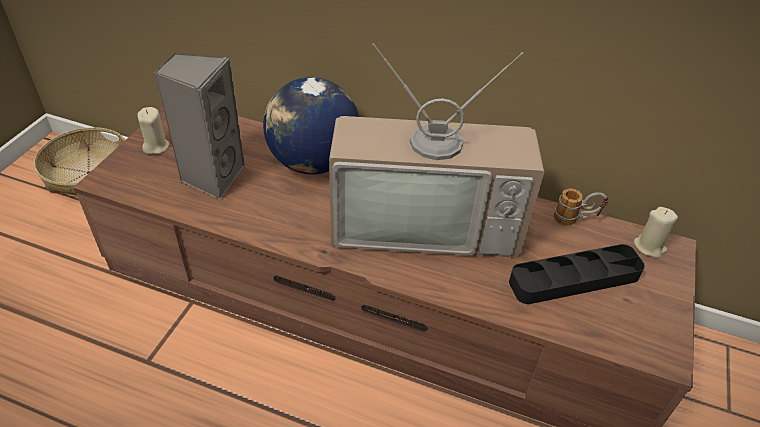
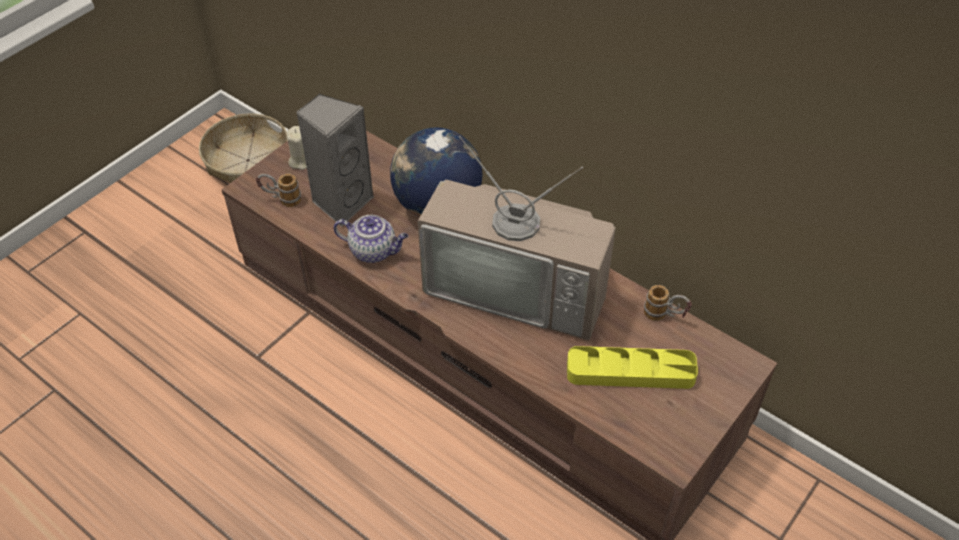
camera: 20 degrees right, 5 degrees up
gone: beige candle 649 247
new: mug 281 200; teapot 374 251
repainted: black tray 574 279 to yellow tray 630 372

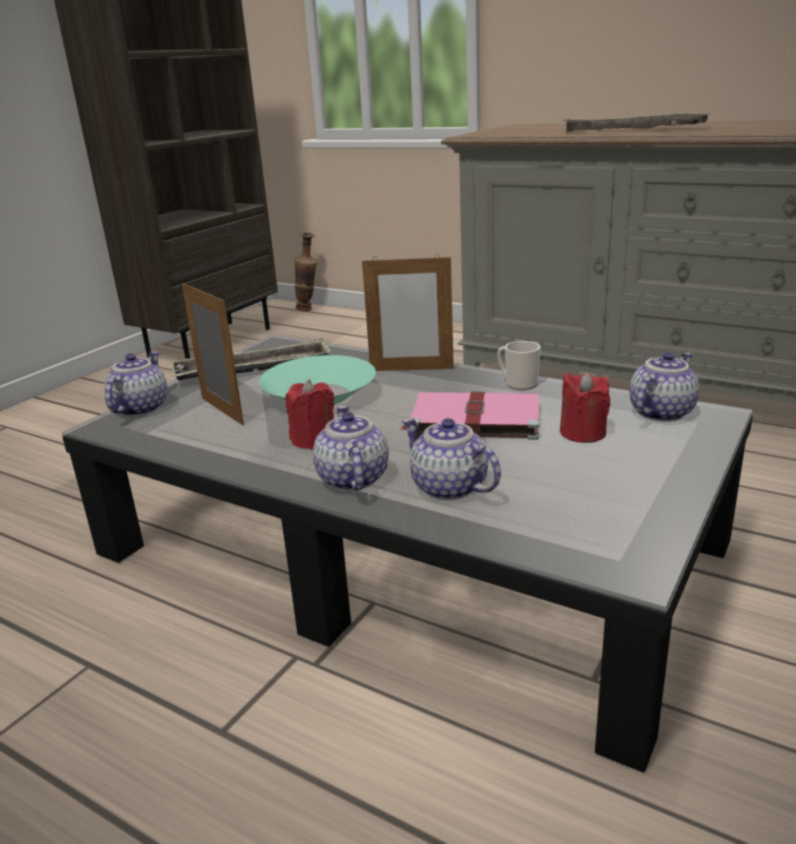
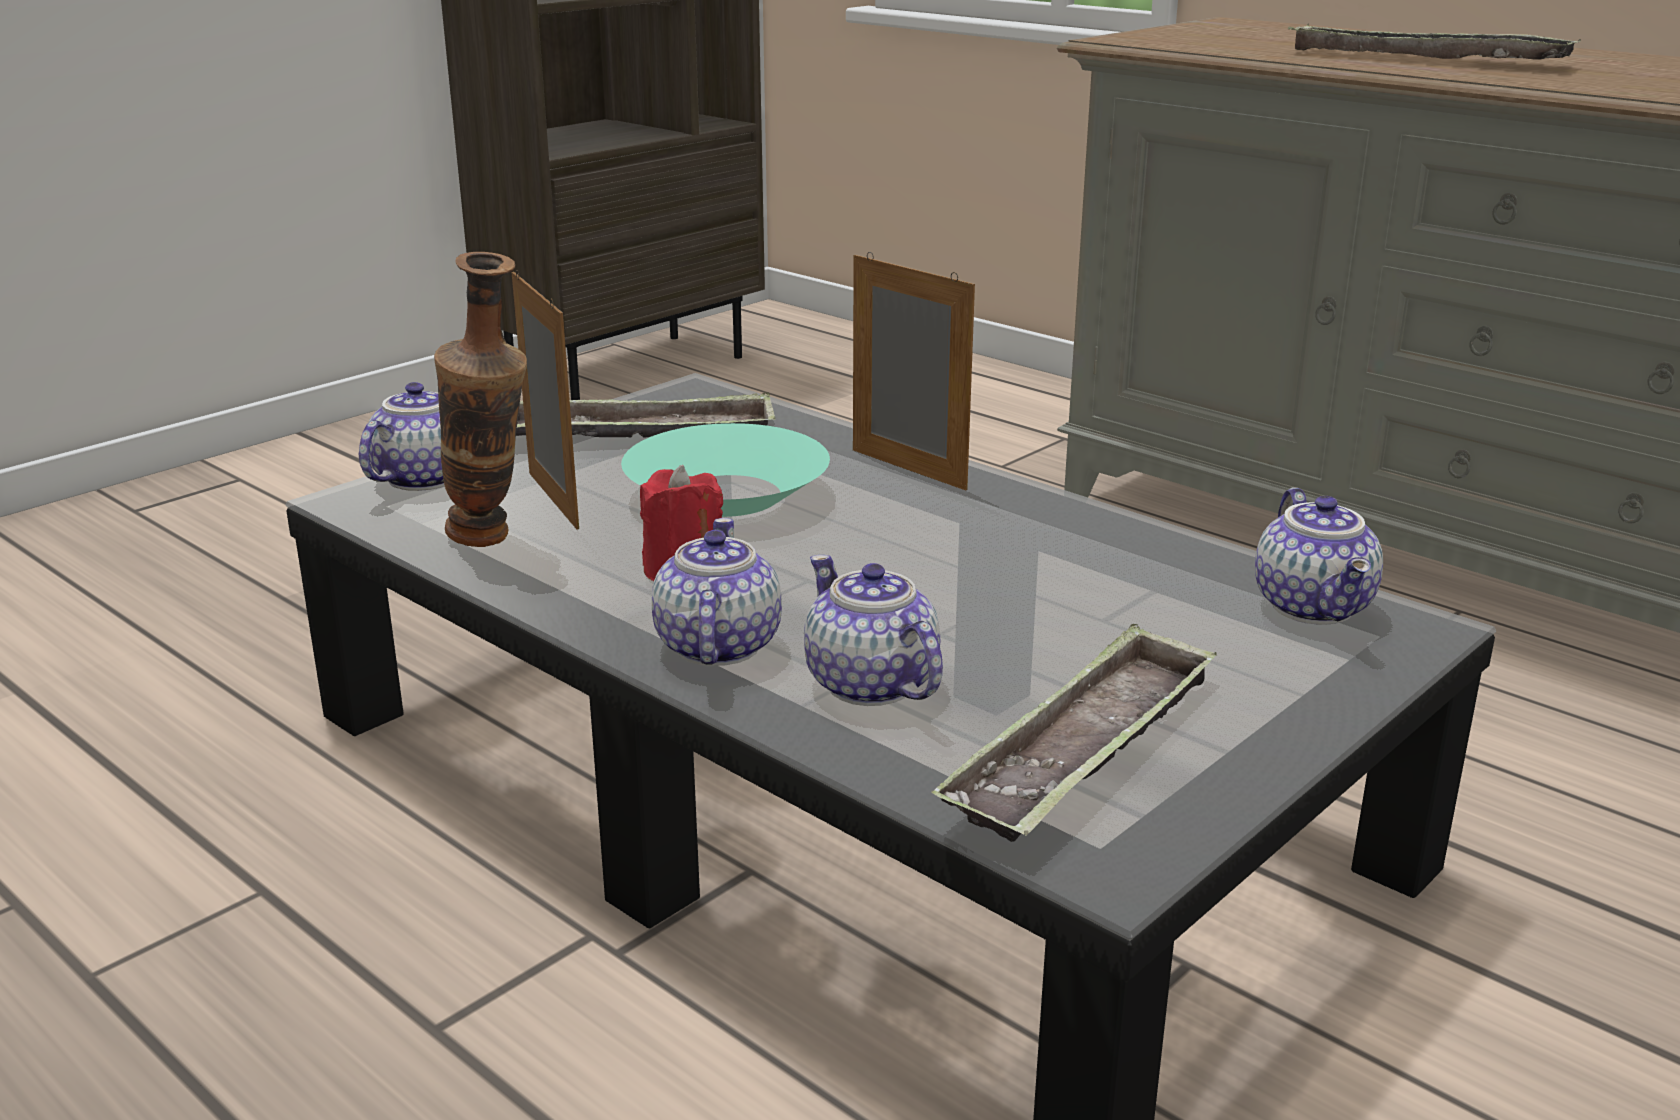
camera: 10 degrees right, 0 degrees up
gone: pink book 472 420; mug 518 383; red candle 582 433
new: tray 1084 749
shifted: vase 309 310 to 493 542
rotated: picture frame 411 369 = 908 469 150 degrees counterclockwise; teapot 660 412 = 1316 607 120 degrees clockwise

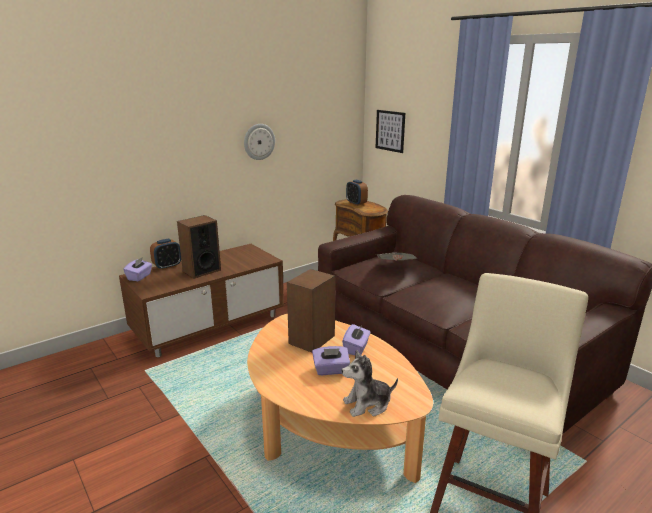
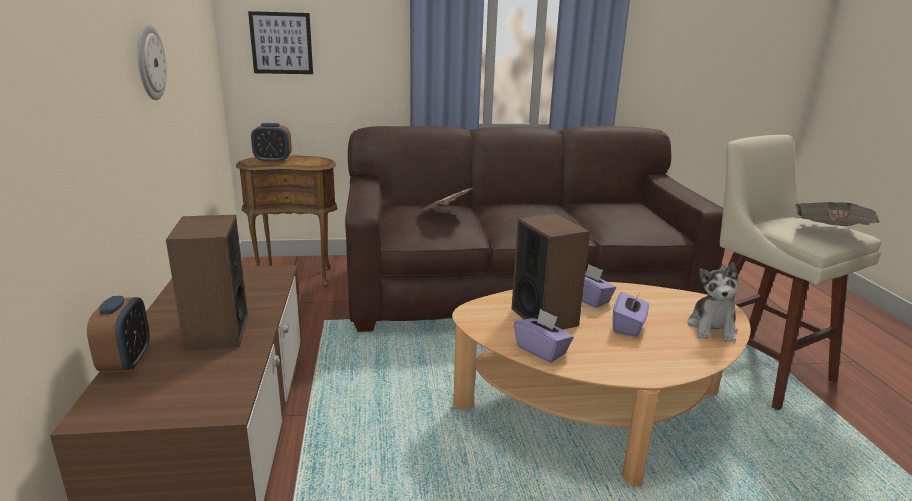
camera: 60 degrees left, 0 degrees up
new: newspaper 830 234
shifted: purple tissue box 139 277 to 541 350

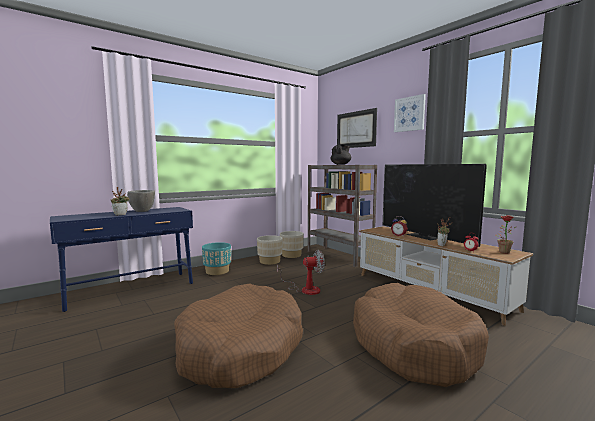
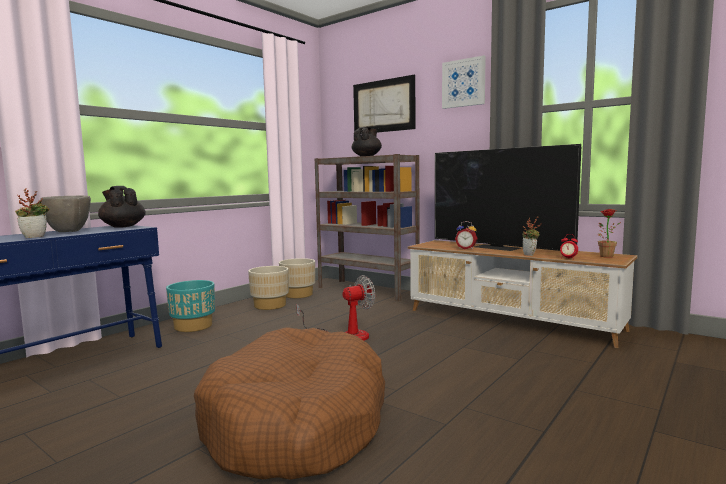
camera: 15 degrees left, 0 degrees up
gone: brown dog bed 412 345
new: black teapot 123 226

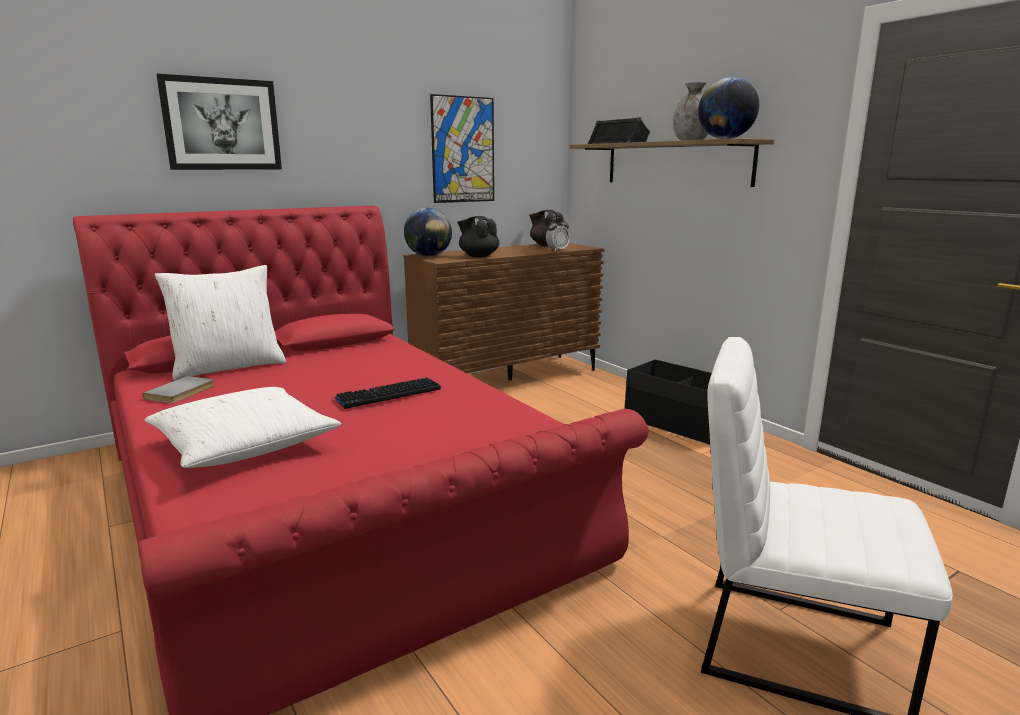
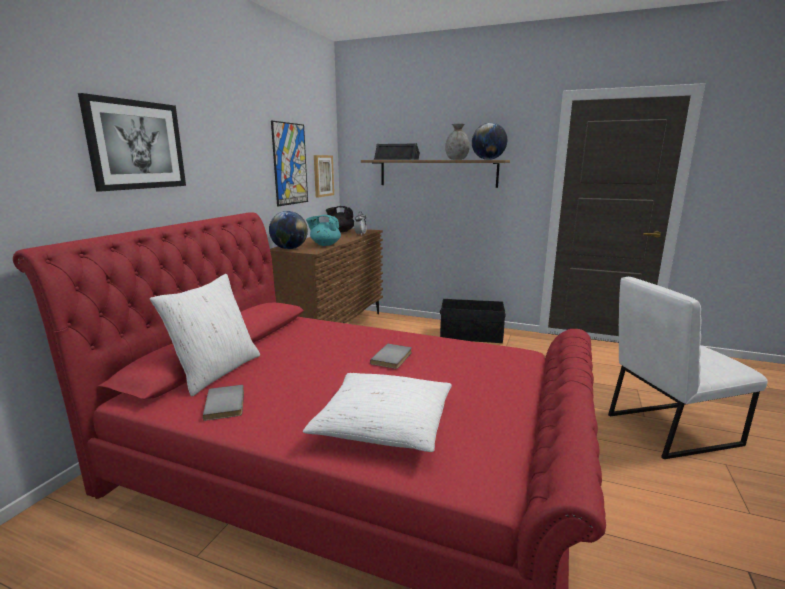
camera: 35 degrees left, 0 degrees up
new: picture 323 176
swapped: keyboard 387 394 to grey book 393 358
repainted: black teapot 478 256 to turquoise teapot 325 244

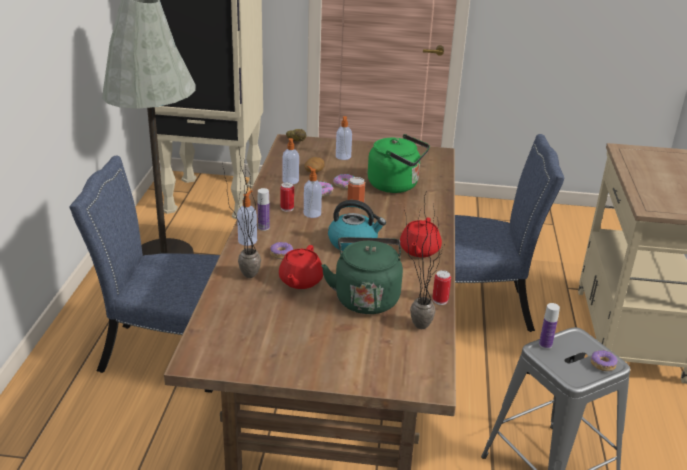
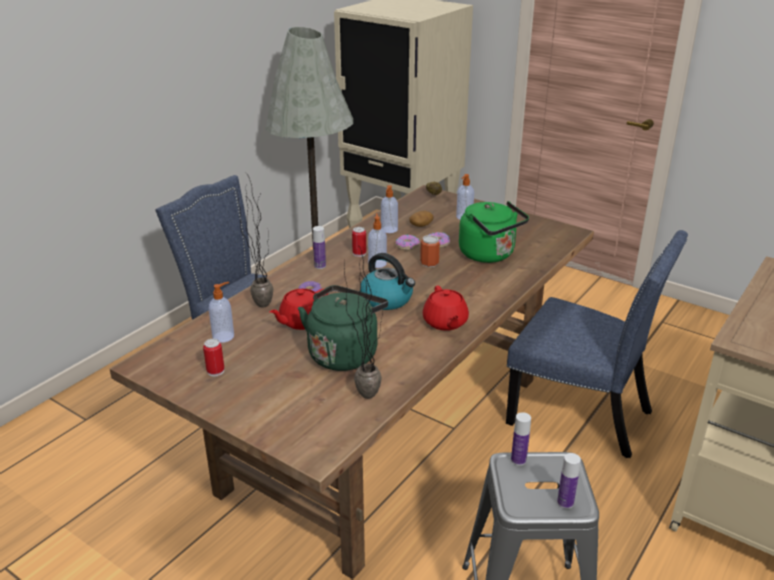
camera: 30 degrees right, 0 degrees up
shifted: soap dispenser 248 240 to 224 336; can 440 300 to 215 371
swapped: donut 602 364 to bottle 565 502
rotated: red teapot 419 250 = 445 323 60 degrees counterclockwise

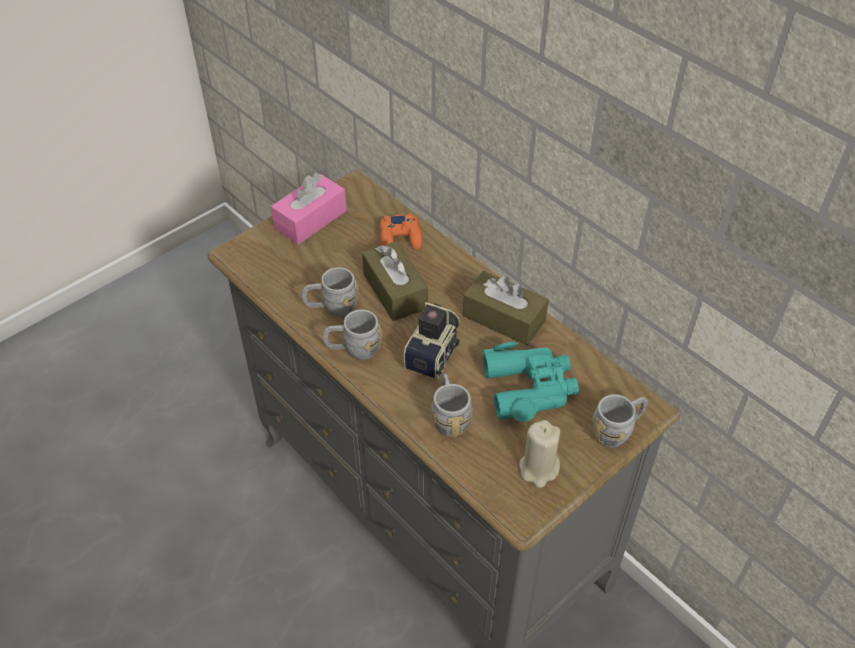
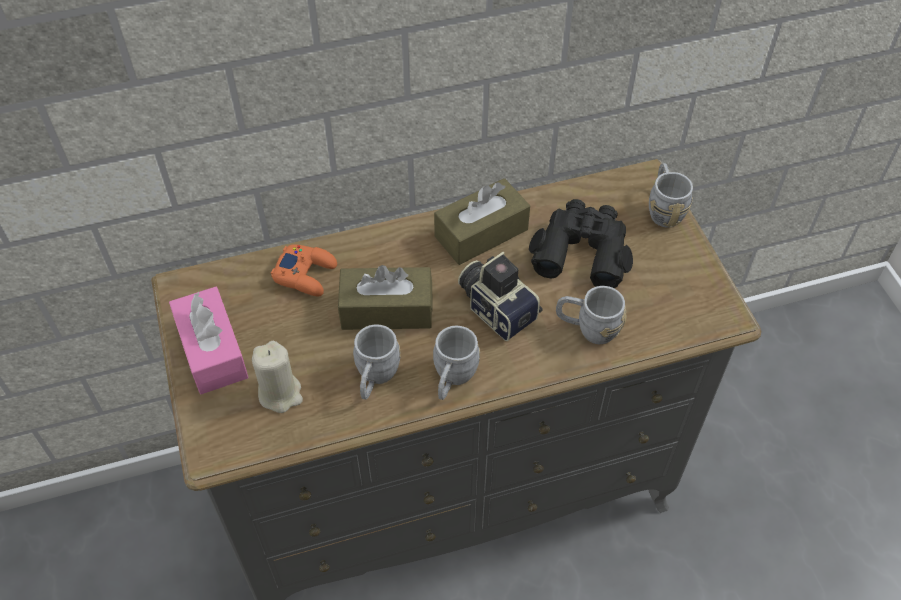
camera: 65 degrees left, 5 degrees up
shifted: beige candle 538 469 to 280 393
repainted: turquoise binoculars 529 388 to black binoculars 582 250

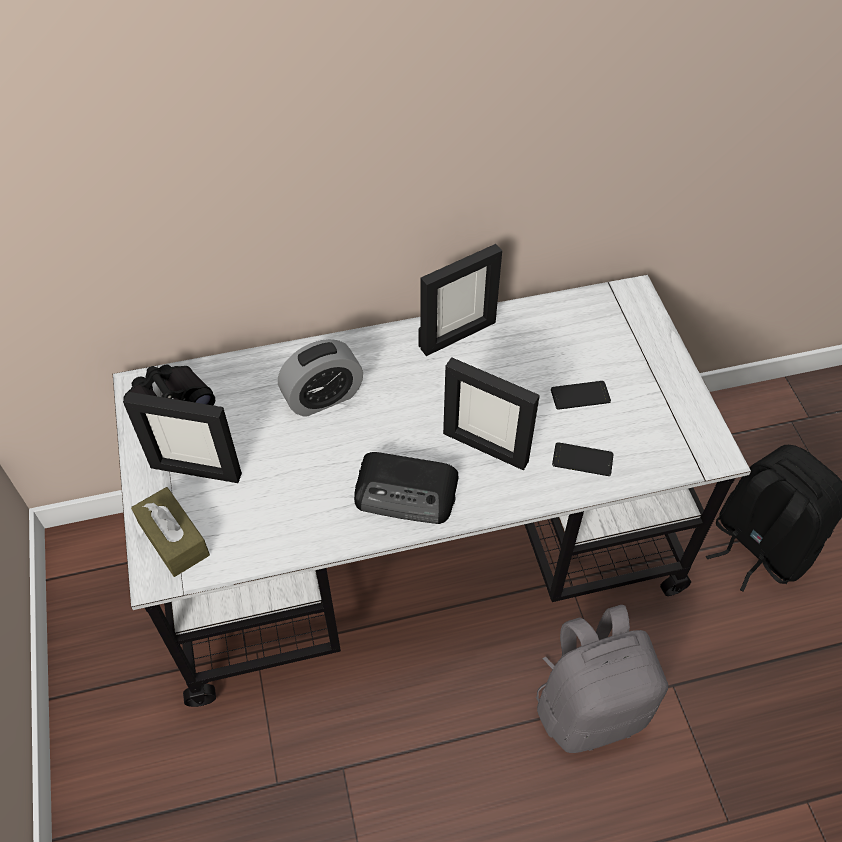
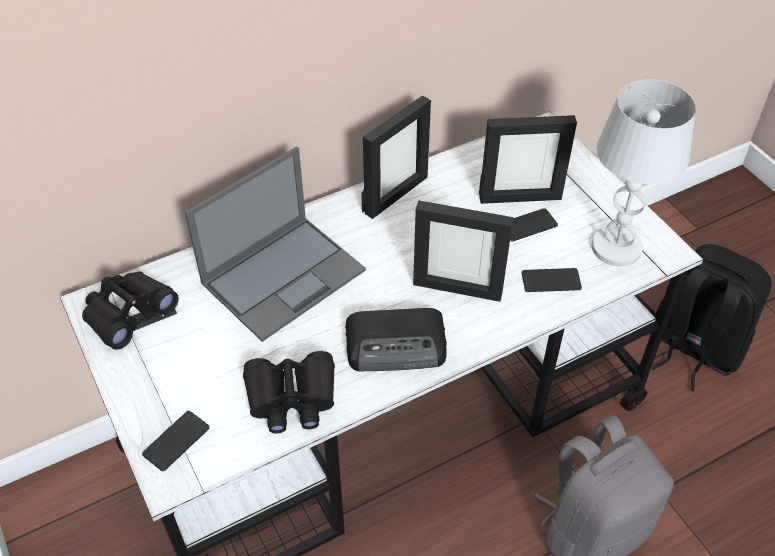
camera: 15 degrees left, 5 degrees down
new: black binoculars 291 398; white table lamp 615 248
shifted: picture frame 196 469 to 520 196
swapped: brown tissue box 174 539 to phone 176 441; alarm clock 323 397 to laptop 284 275

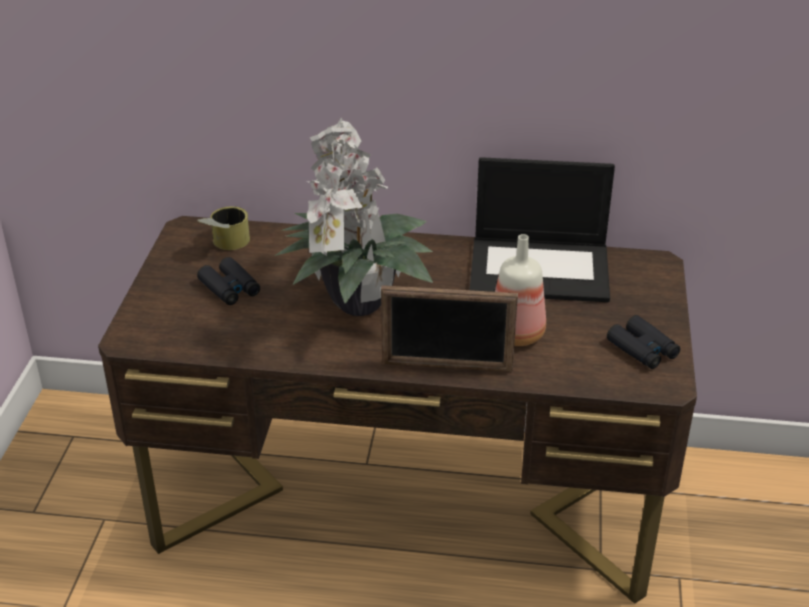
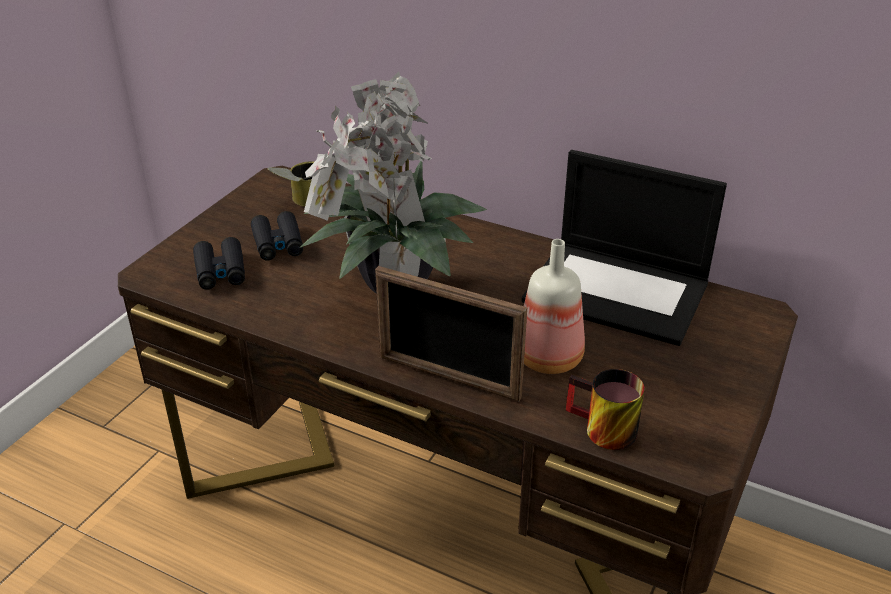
camera: 20 degrees right, 0 degrees up
new: mug 600 431
shifted: black binoculars 642 349 to 220 271

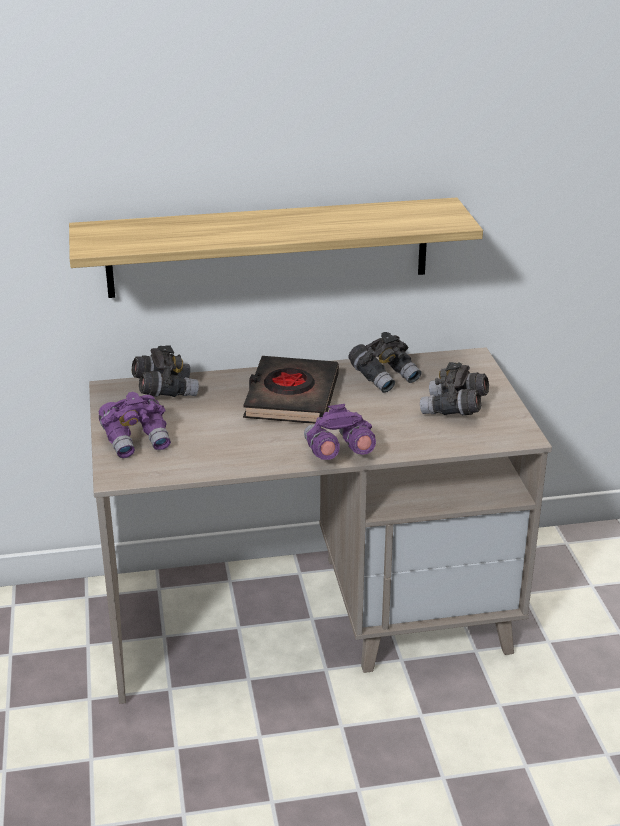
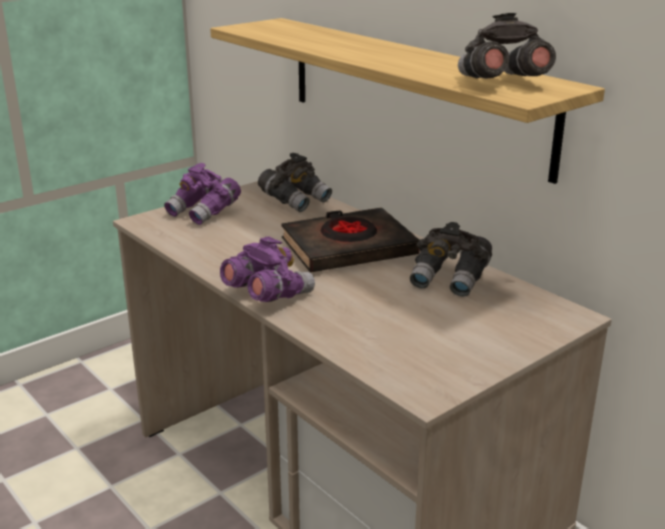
camera: 60 degrees right, 5 degrees down
shifted: grey binoculars 454 409 to 501 83

